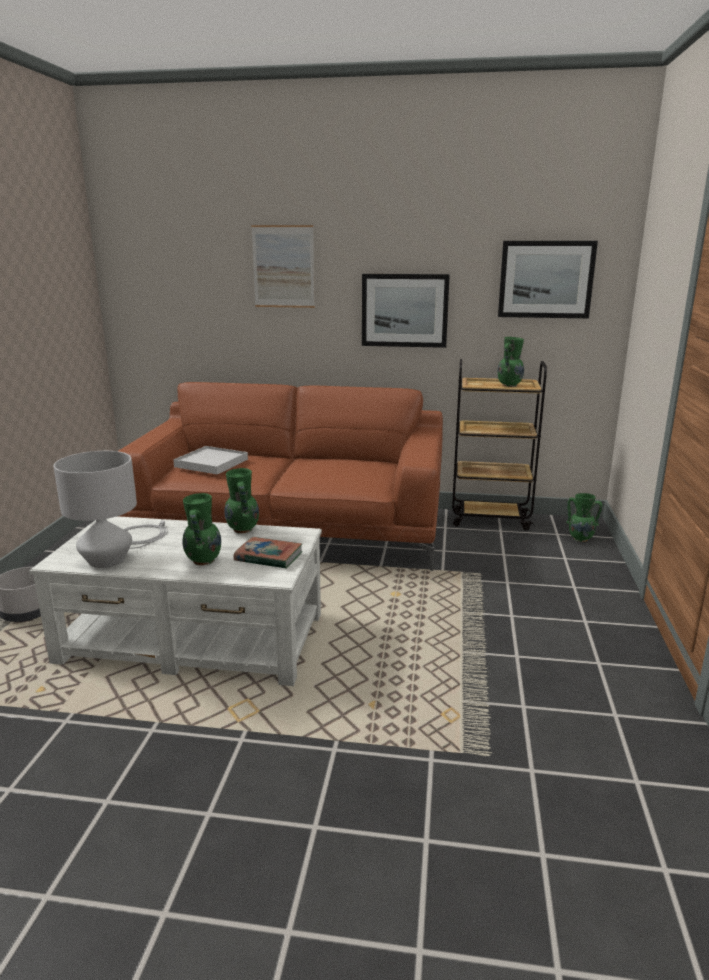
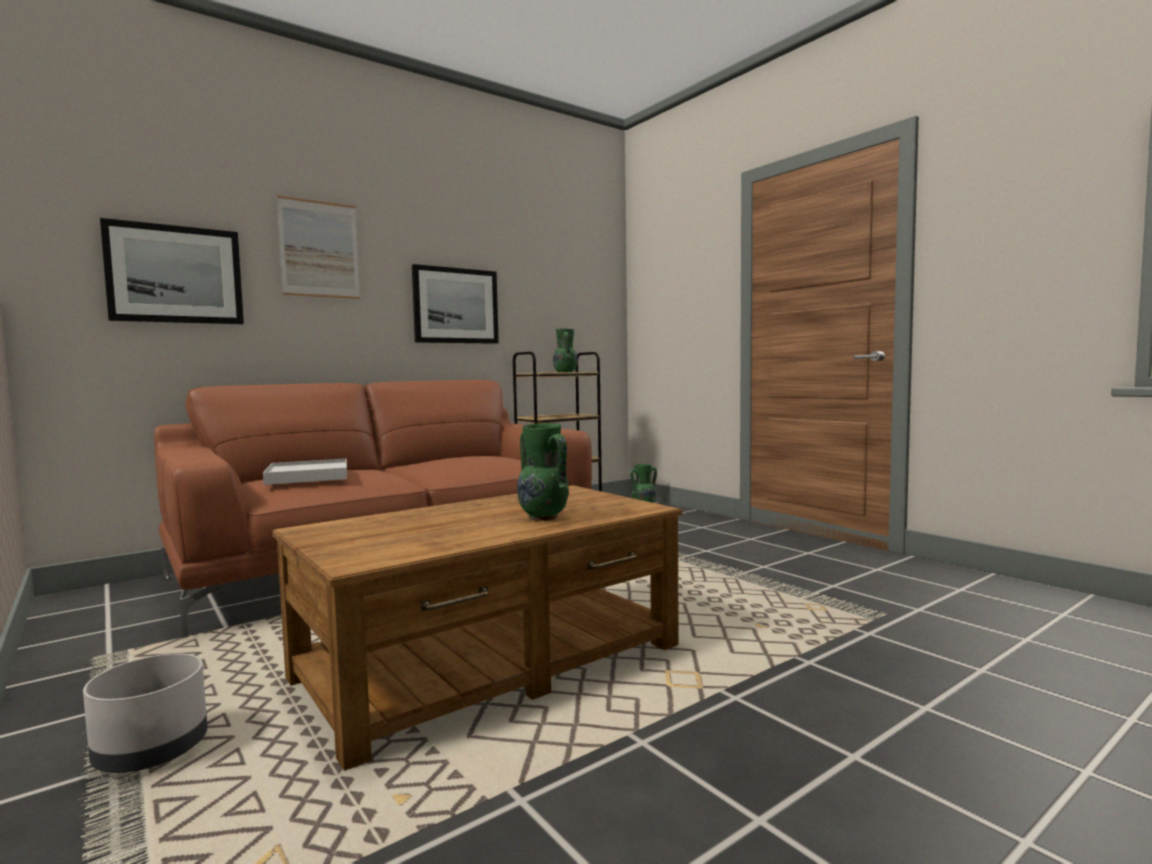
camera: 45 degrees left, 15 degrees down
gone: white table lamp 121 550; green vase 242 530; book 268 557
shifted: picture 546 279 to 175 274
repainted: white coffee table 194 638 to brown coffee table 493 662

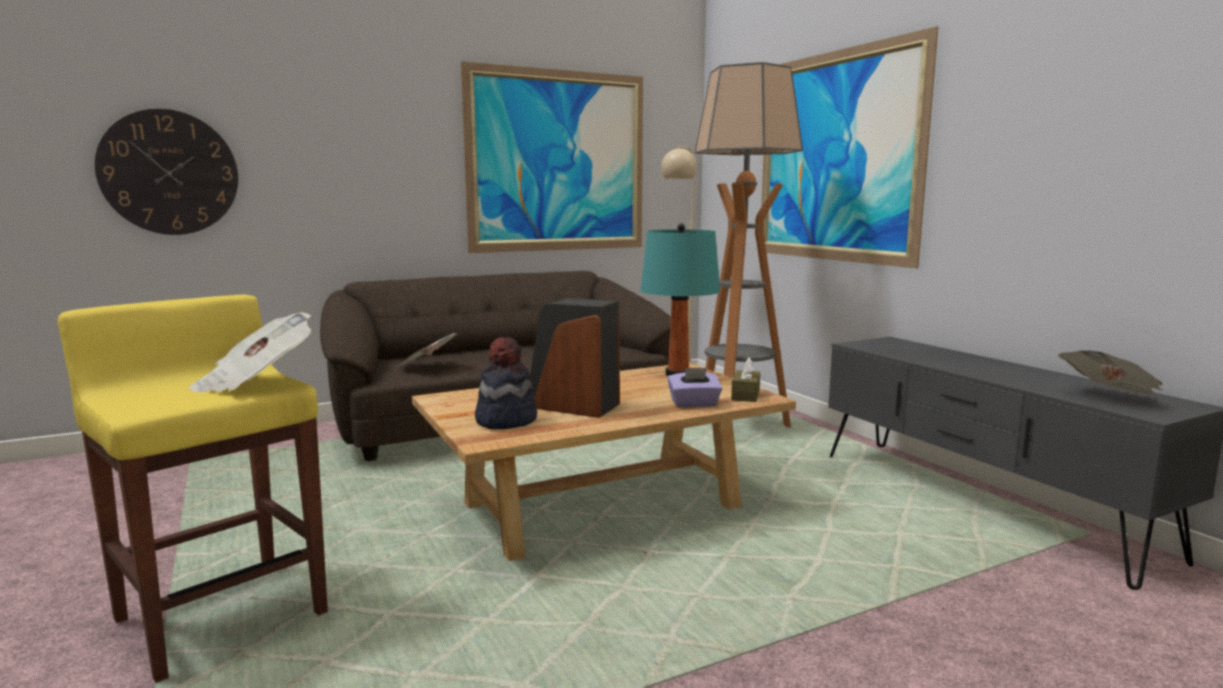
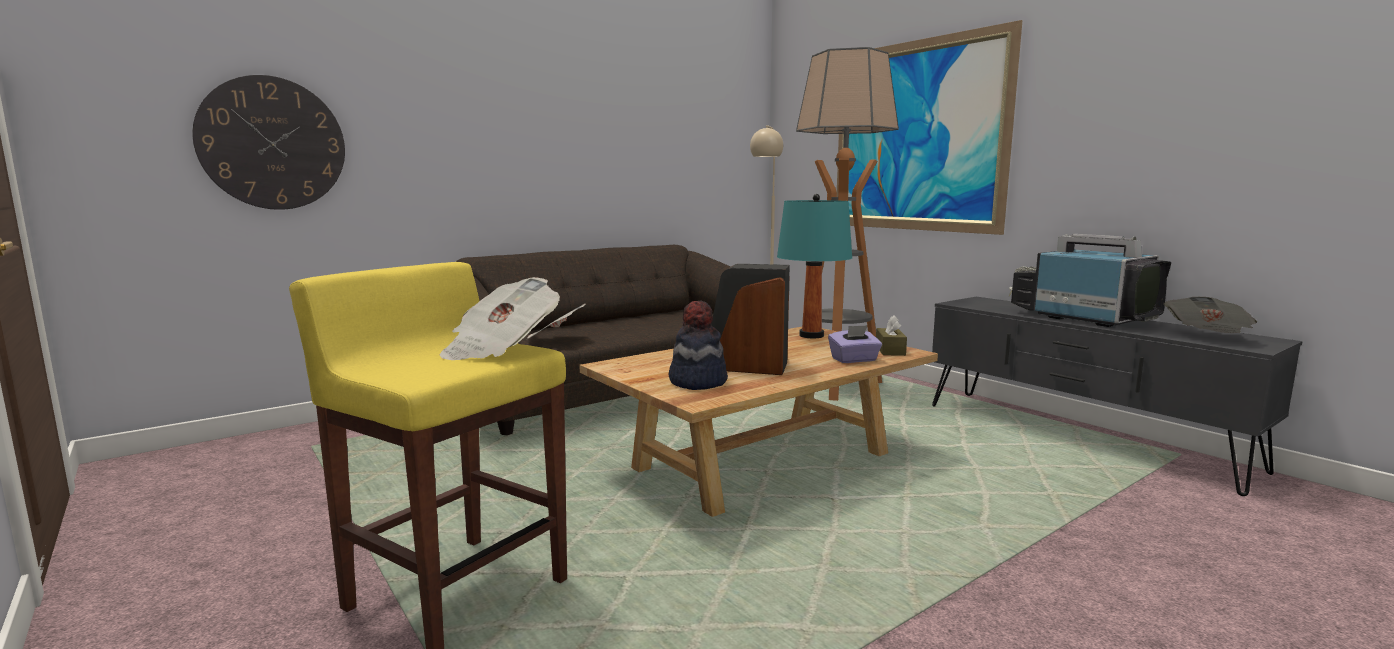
camera: 10 degrees left, 0 degrees up
gone: picture 558 161
new: television 1081 318

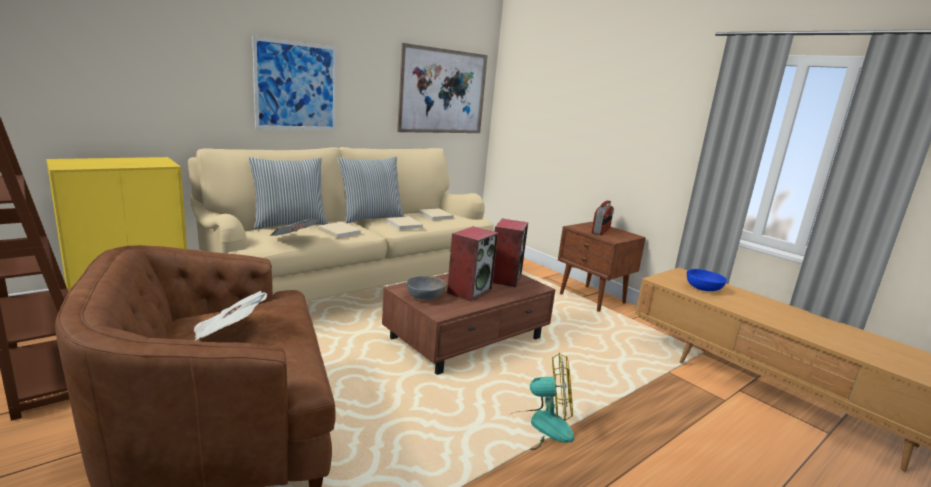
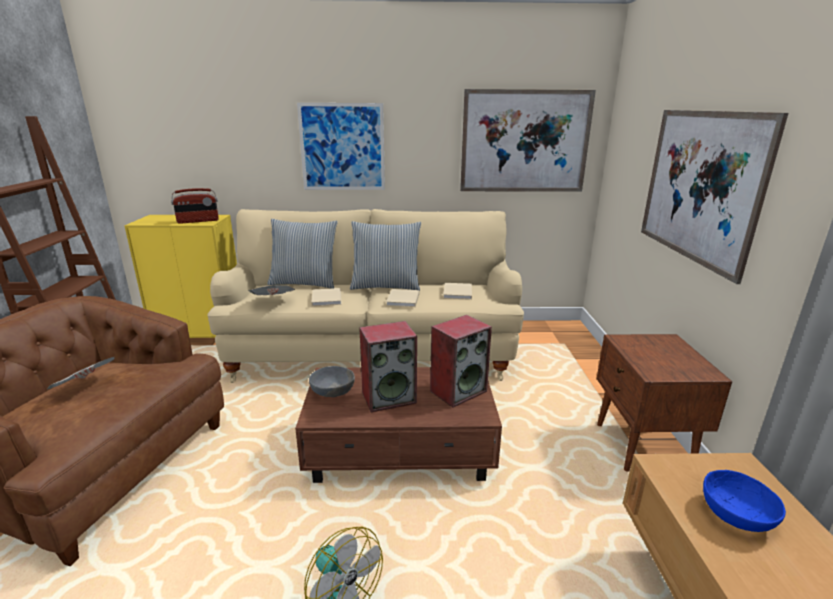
camera: 40 degrees right, 5 degrees up
new: picture 699 186
shifted: radio 601 231 to 198 221

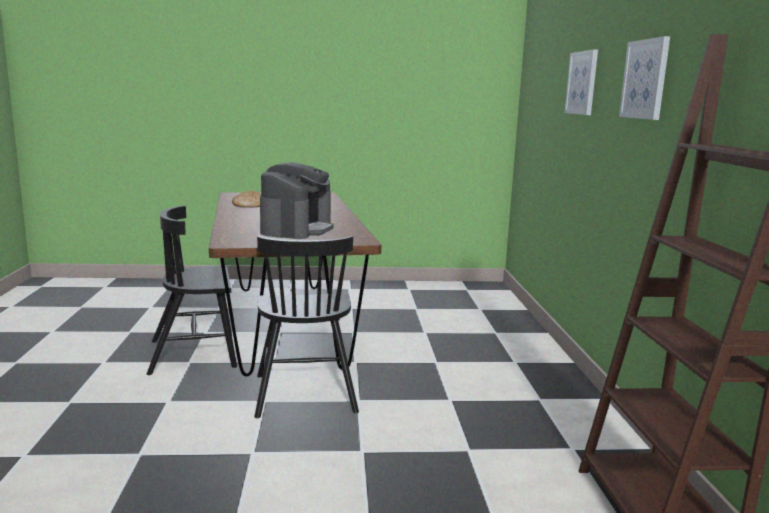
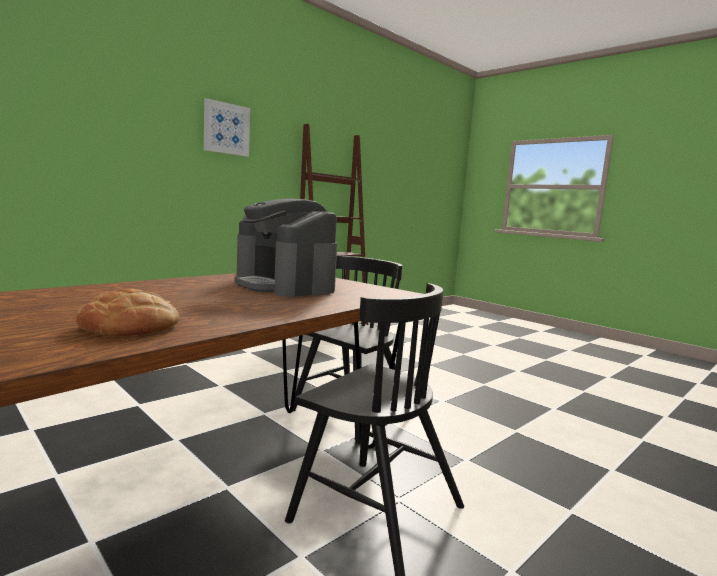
camera: 130 degrees left, 5 degrees down
gone: picture 582 83
rotated: coffee machine 296 229 = 284 286 105 degrees counterclockwise

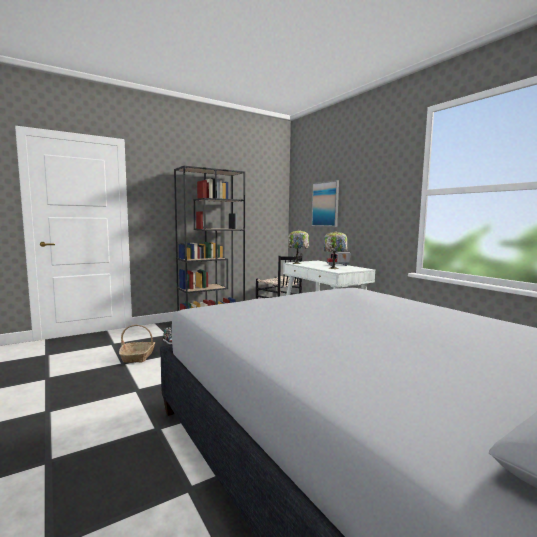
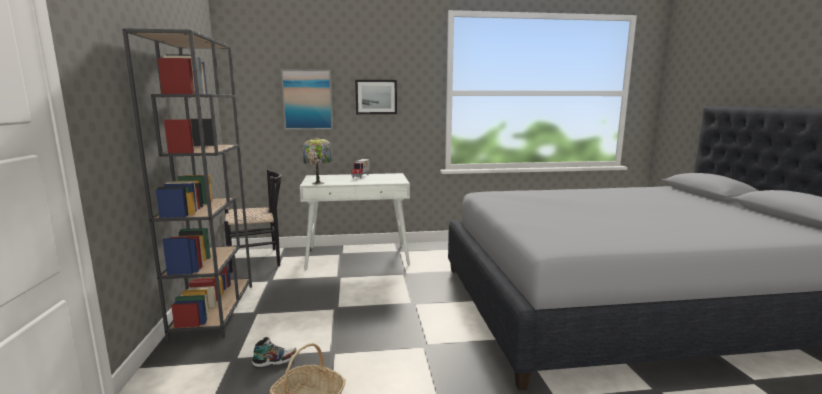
camera: 65 degrees left, 5 degrees up
gone: table lamp 334 268
new: picture 376 97

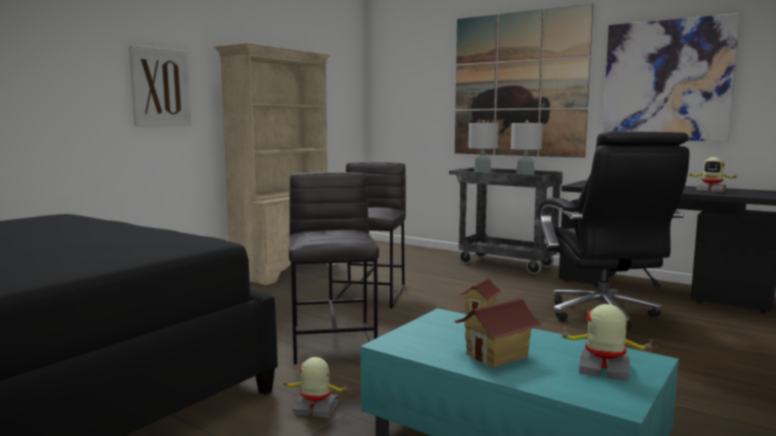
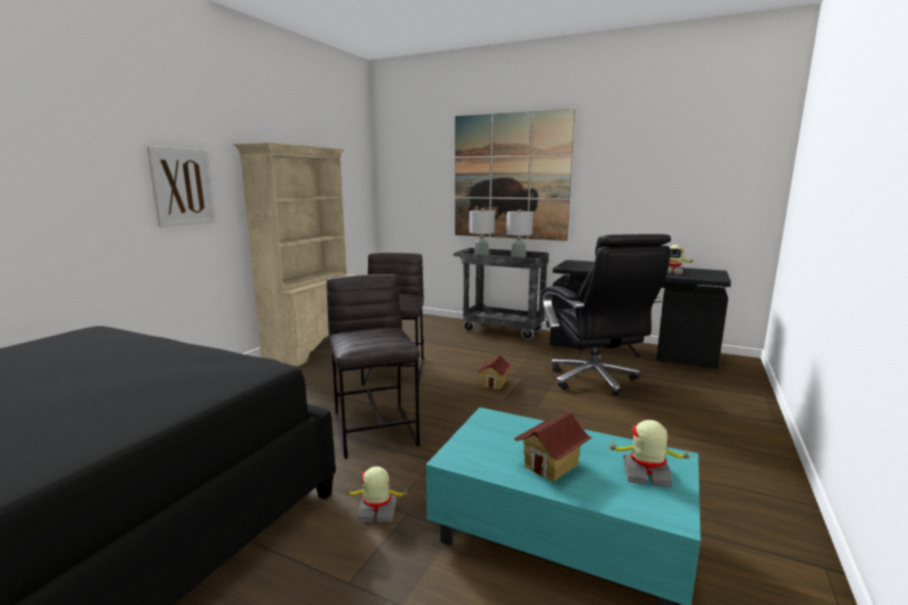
camera: 10 degrees left, 5 degrees up
gone: picture 666 81

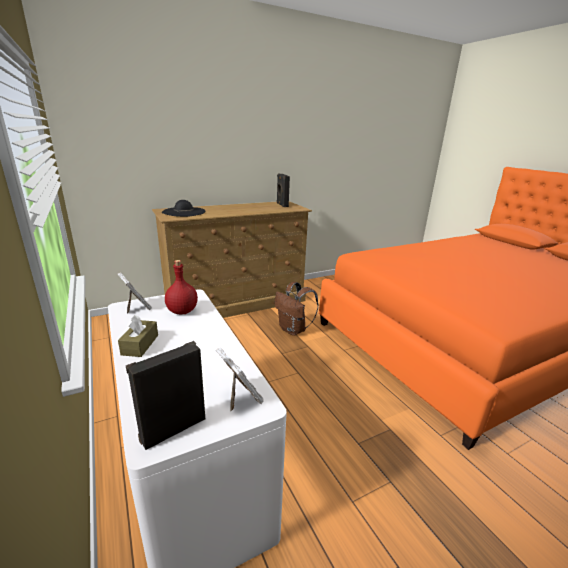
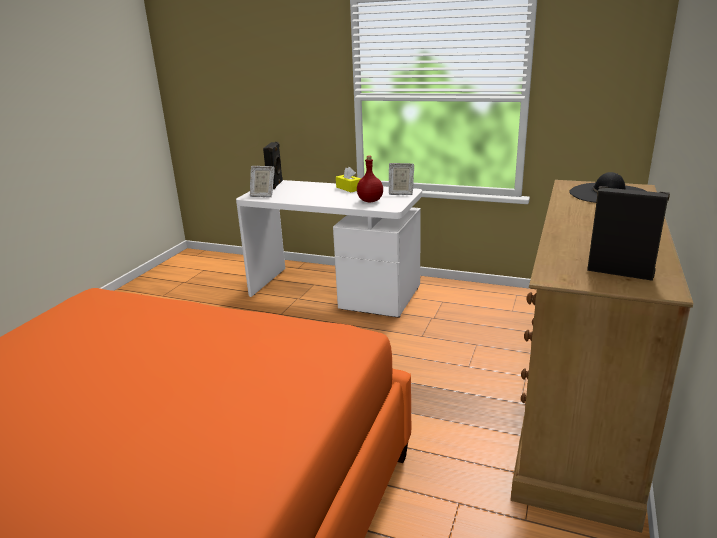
camera: 140 degrees right, 0 degrees up
gone: brown backpack 293 330
repainted: brown tissue box 140 345 to yellow tissue box 349 188

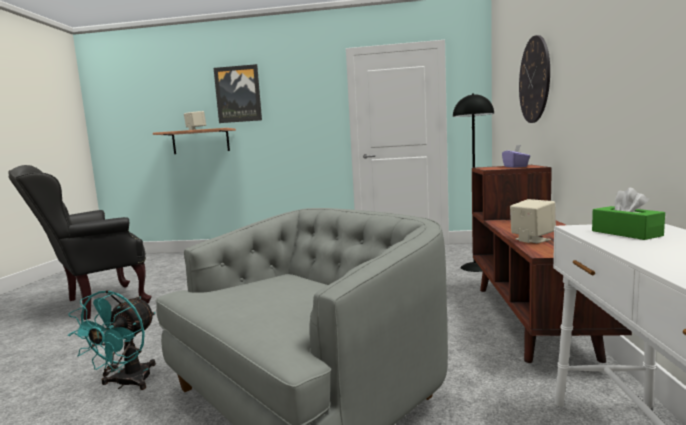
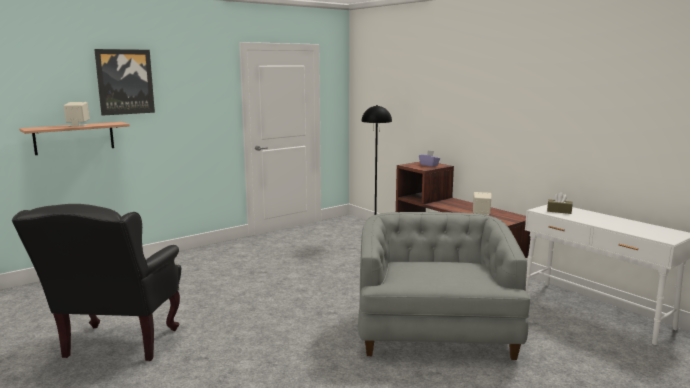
camera: 45 degrees left, 5 degrees up
gone: turquoise fan 126 383; wall clock 534 80
repainted: green tissue box 626 233 to brown tissue box 559 211

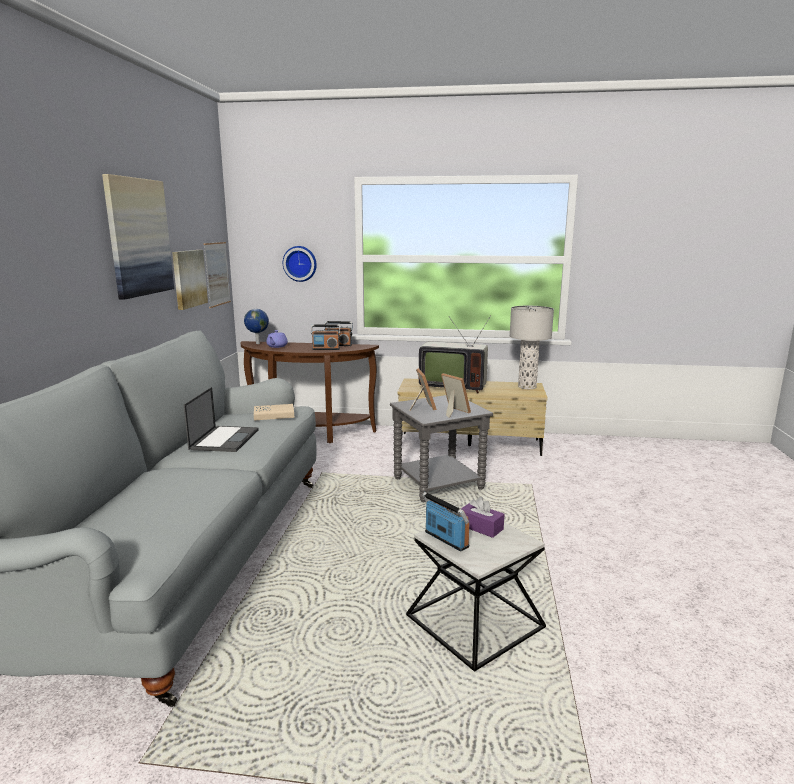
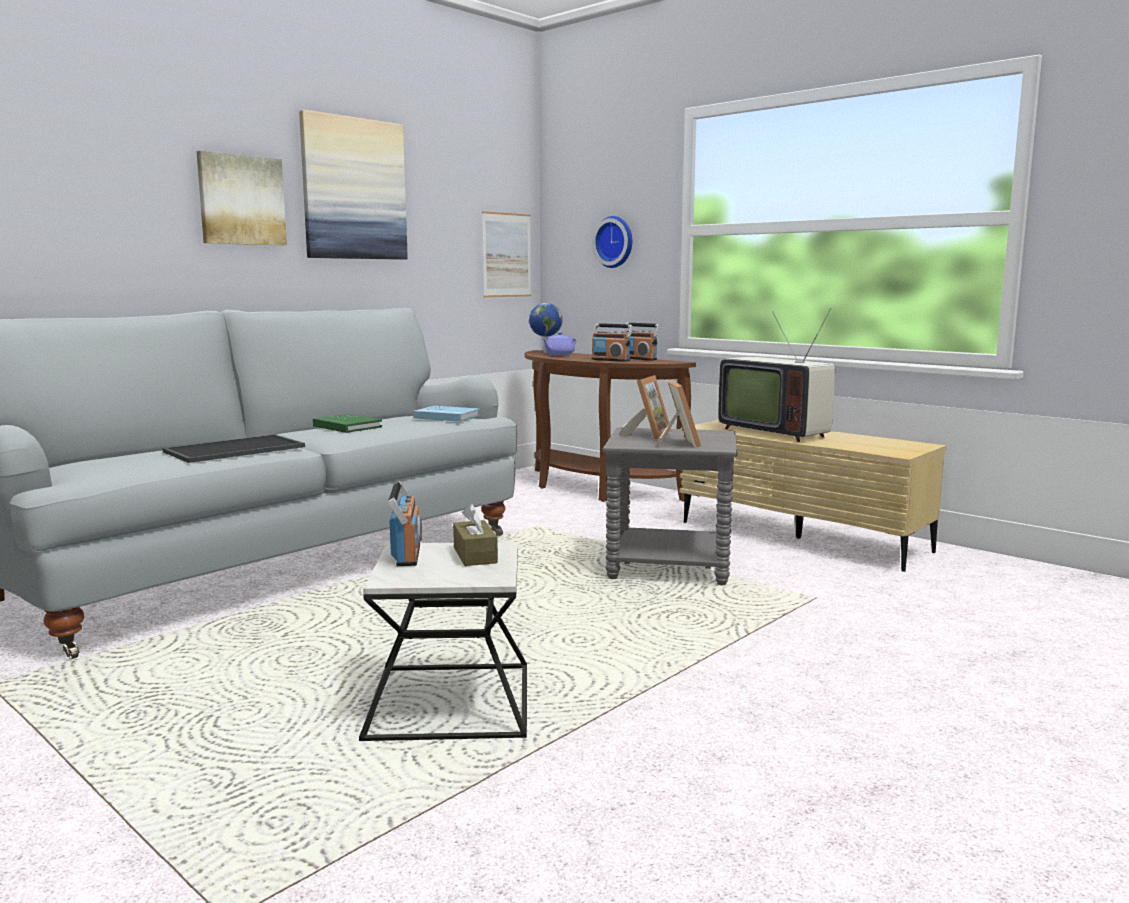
camera: 35 degrees right, 5 degrees down
gone: white table lamp 527 387
new: tray 234 450
shifted: picture 188 278 to 241 200
swapped: laptop 224 439 to green book 347 426
repainted: beige book 274 414 to blue book 446 417; purple tissue box 480 527 to brown tissue box 475 555

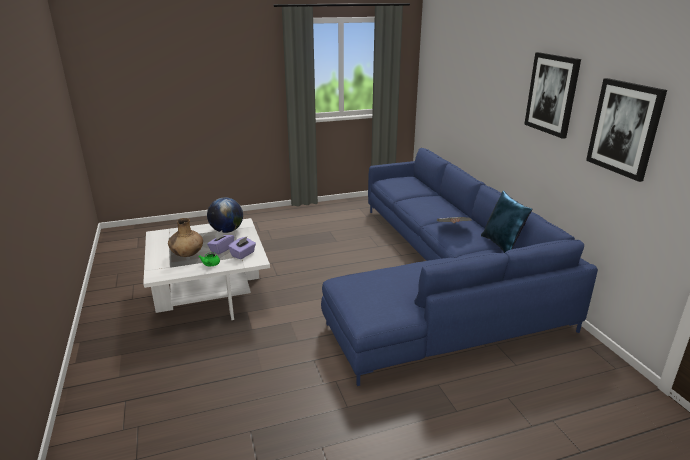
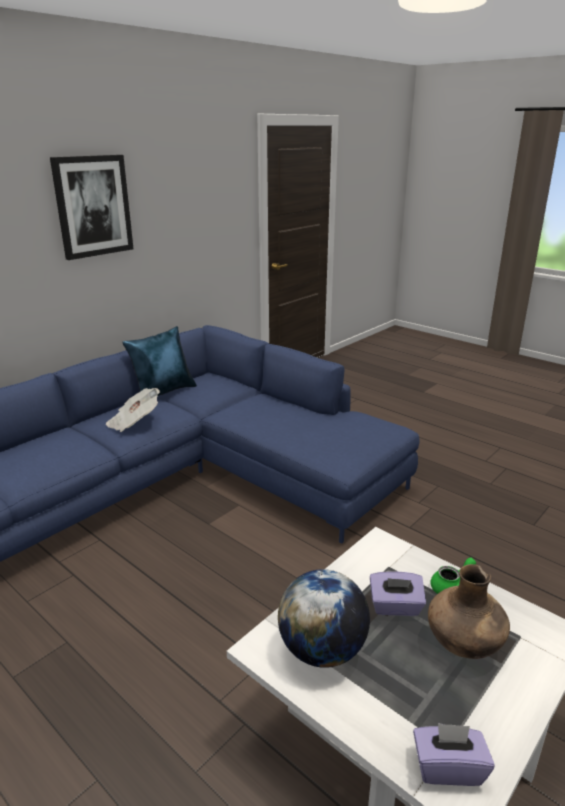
camera: 120 degrees left, 0 degrees up
gone: picture 624 128
shifted: purple tissue box 243 254 to 448 767

